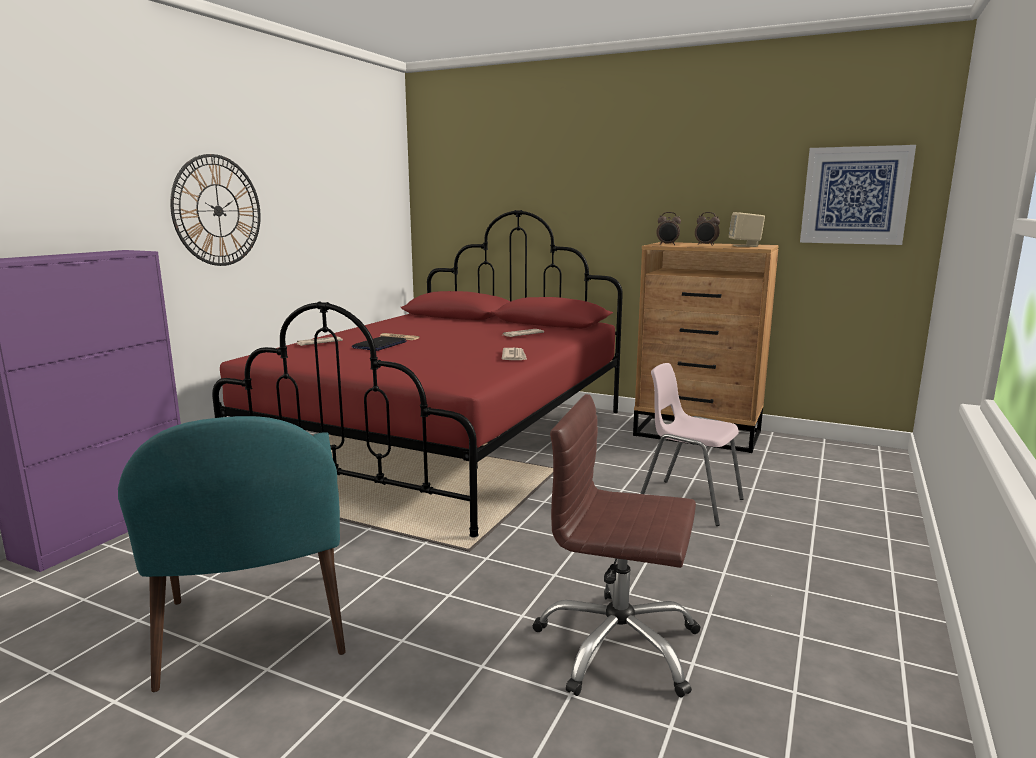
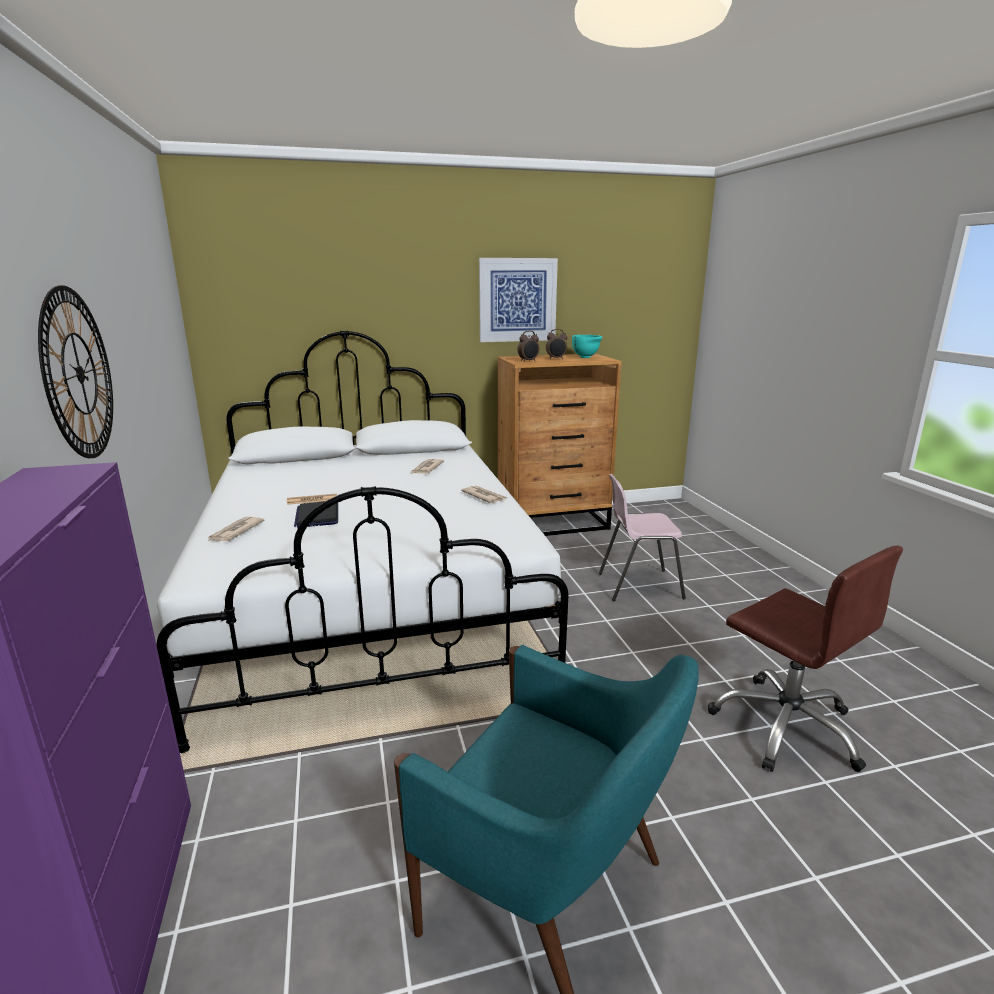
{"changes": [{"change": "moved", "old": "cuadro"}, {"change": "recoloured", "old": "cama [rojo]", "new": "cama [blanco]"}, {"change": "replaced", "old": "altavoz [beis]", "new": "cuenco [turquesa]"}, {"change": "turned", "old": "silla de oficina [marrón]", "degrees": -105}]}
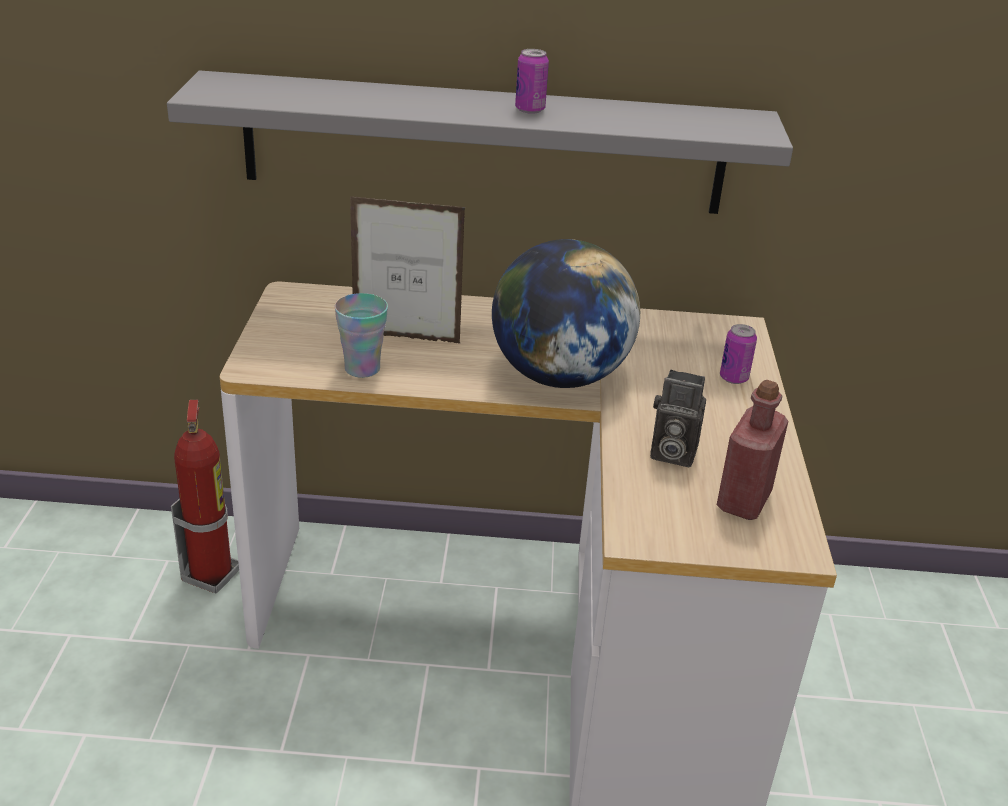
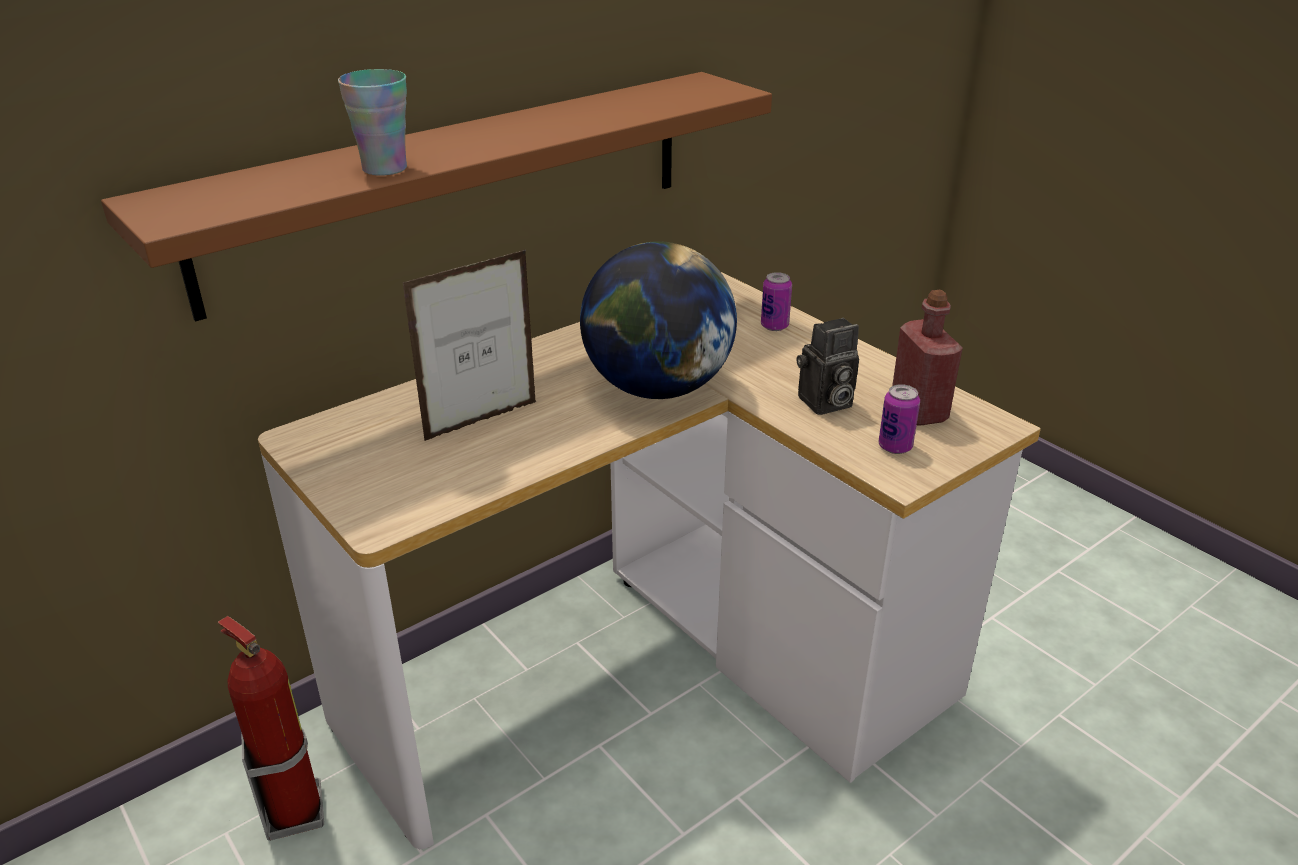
{"changes": [{"change": "moved", "old": "lata (1st from left in the first image)", "new": "lata (2nd from left)"}, {"change": "recoloured", "old": "estante [gris]", "new": "estante [marrón]"}, {"change": "moved", "old": "taza"}]}
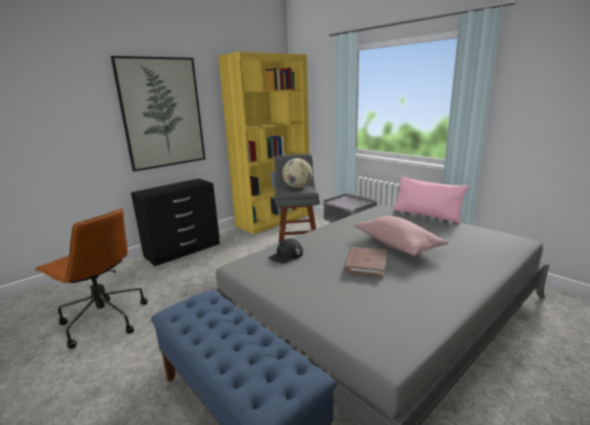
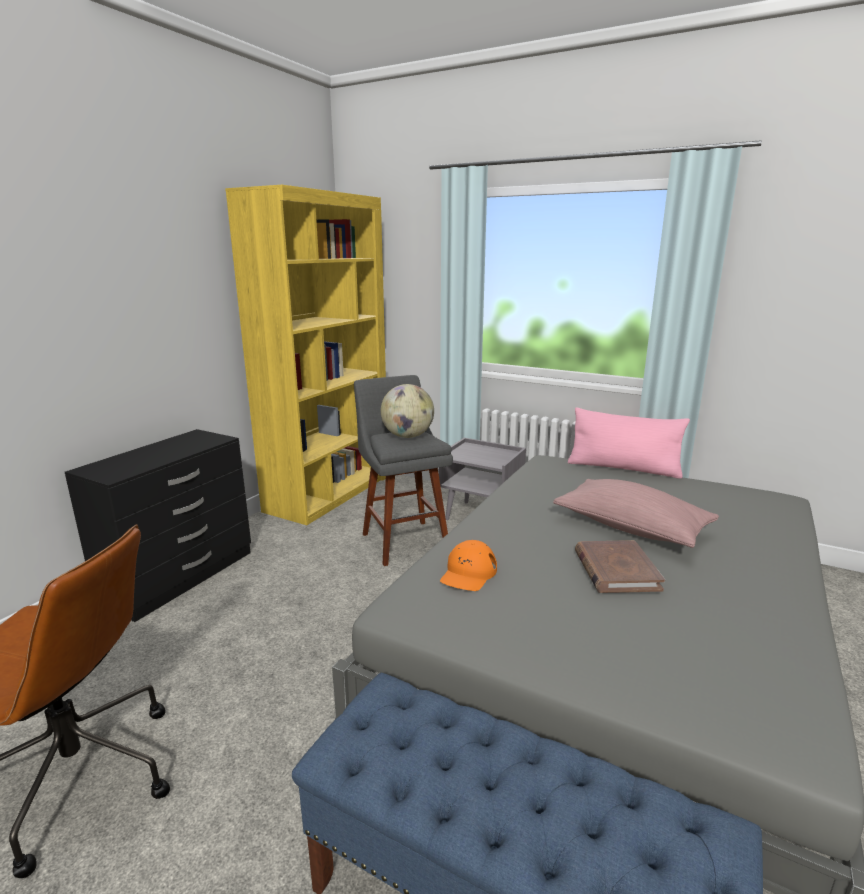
{"changes": [{"change": "removed", "old": "cuadro"}, {"change": "recoloured", "old": "gorra [negro]", "new": "gorra [naranja]"}]}
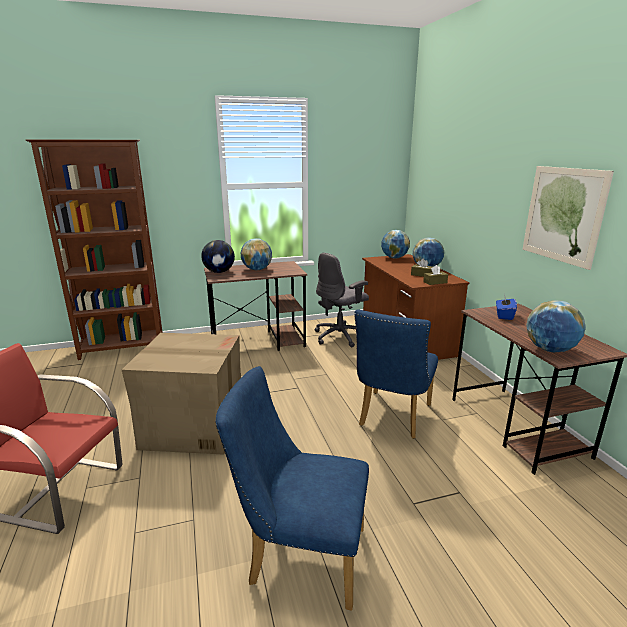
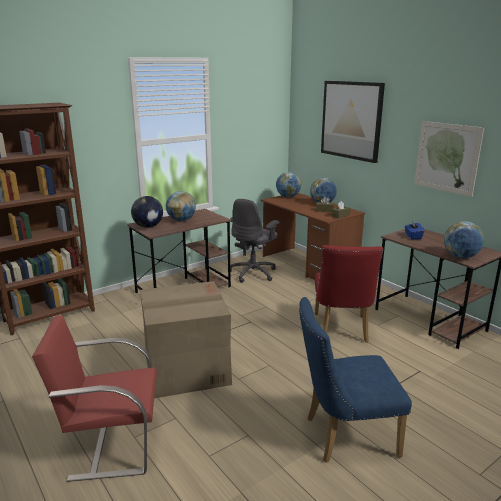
{"changes": [{"change": "recoloured", "old": "silla [azul] (2nd from left)", "new": "silla [rojo] (2nd from left)"}, {"change": "added", "new": "cuadro (1st from left)"}]}
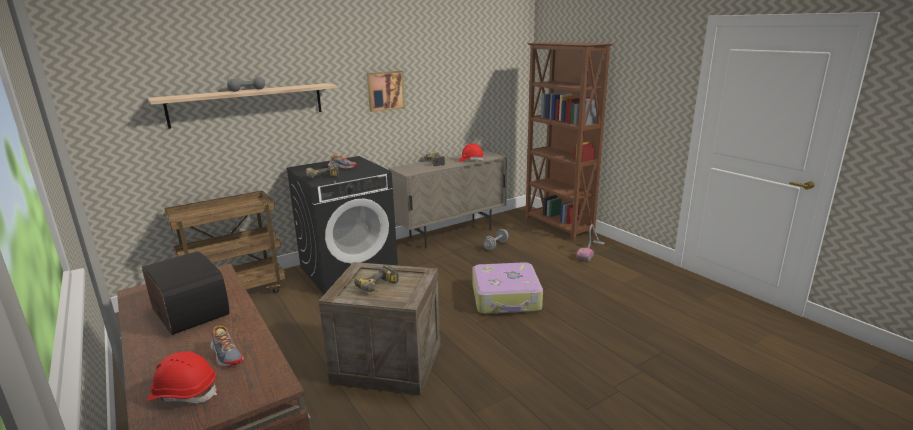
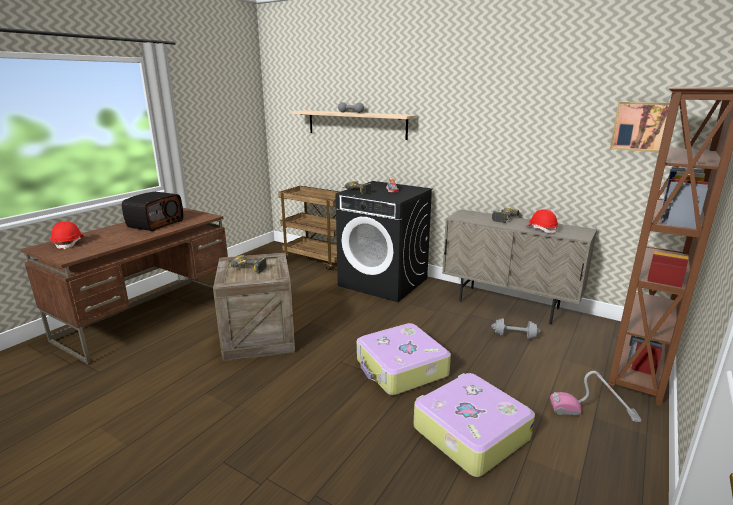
{"changes": [{"change": "moved", "old": "cuadro"}, {"change": "removed", "old": "zapato (1st from left)"}, {"change": "added", "new": "maleta (2nd from left)"}]}
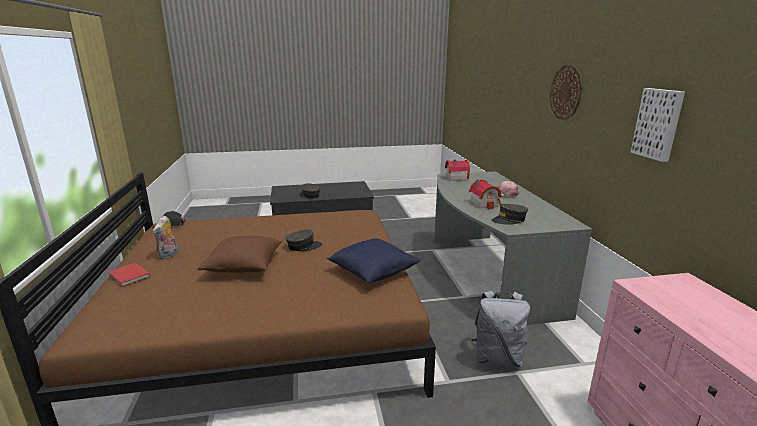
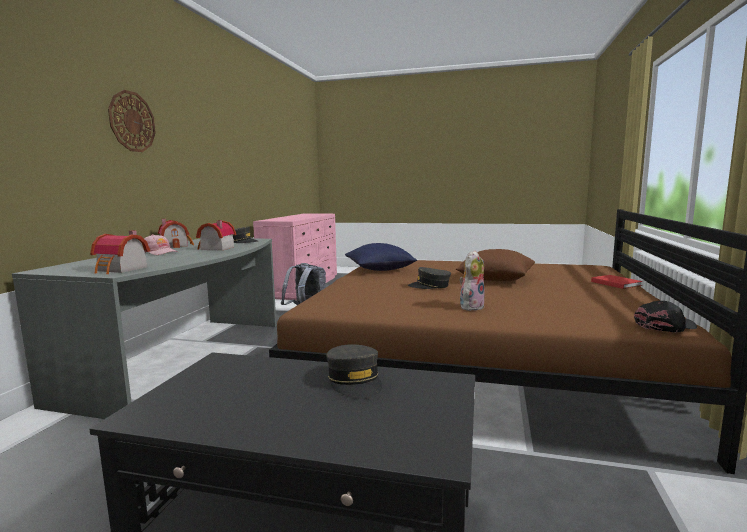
{"changes": [{"change": "removed", "old": "cuadro"}, {"change": "moved", "old": "peluche"}, {"change": "added", "new": "casita (2nd from left)"}]}
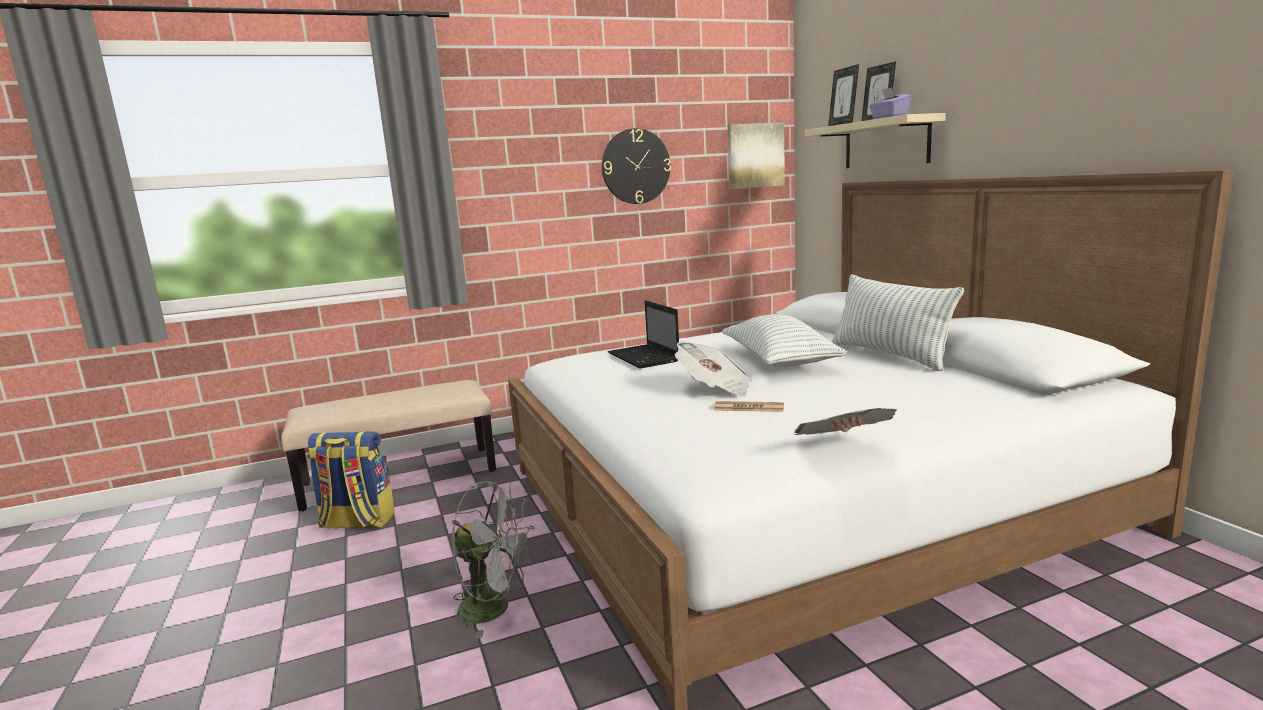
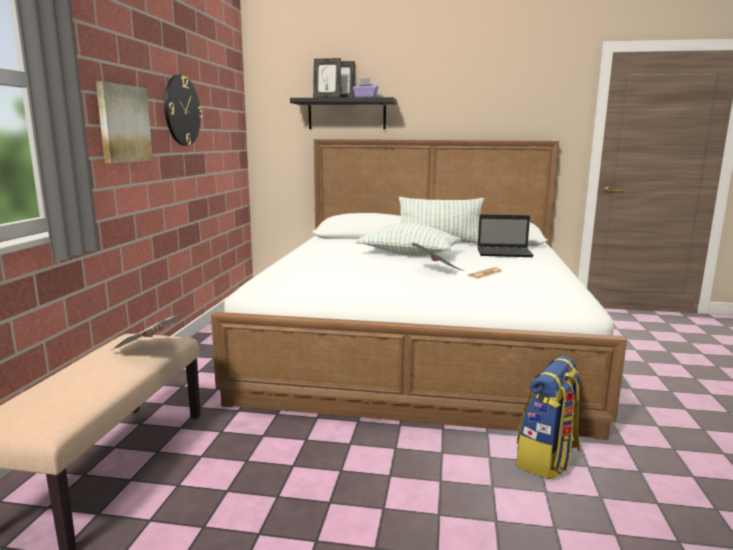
{"changes": [{"change": "recoloured", "old": "estante [beis]", "new": "estante [negro]"}, {"change": "moved", "old": "cuadro"}, {"change": "moved", "old": "portátil"}, {"change": "moved", "old": "periódico (3rd from left in the first image)", "new": "periódico (1st from left)"}, {"change": "moved", "old": "mochila"}, {"change": "removed", "old": "ventilador [gris]"}]}
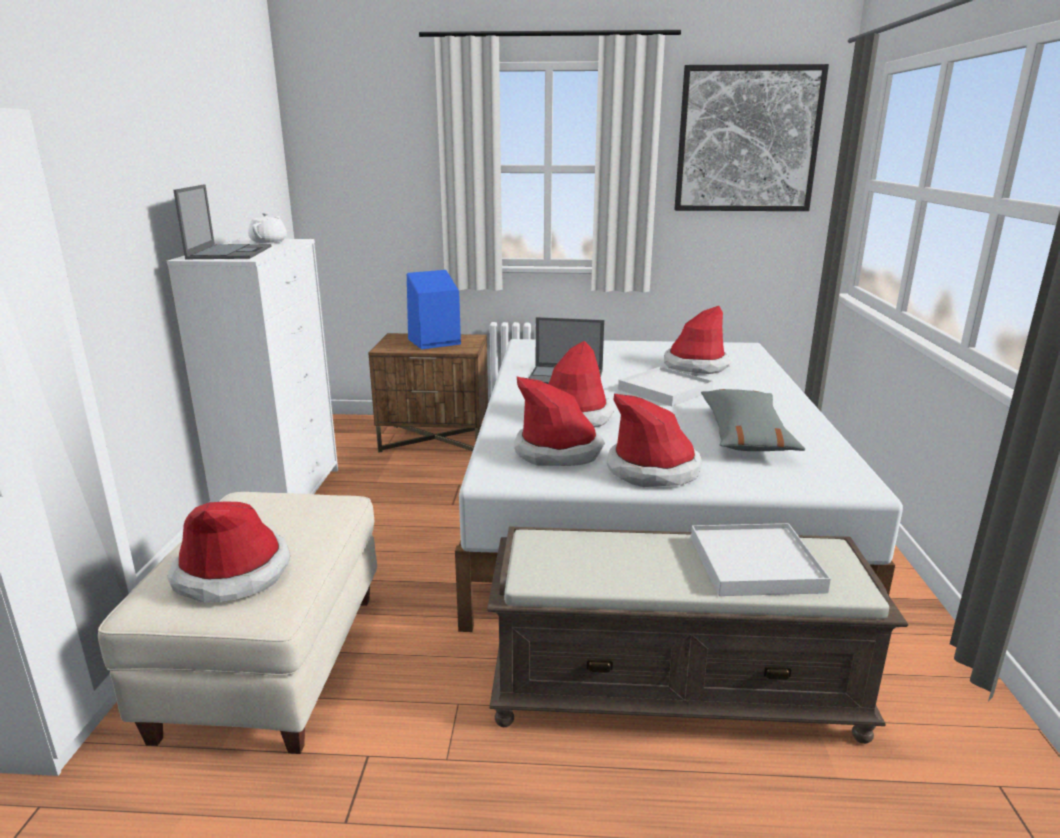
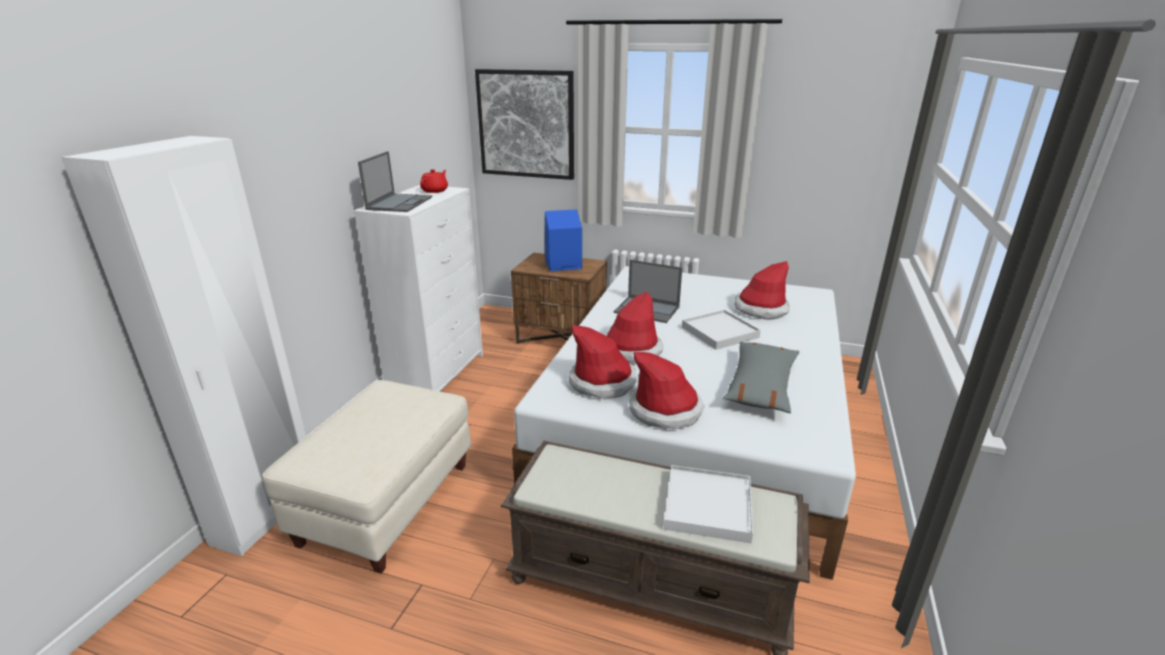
{"changes": [{"change": "moved", "old": "cuadro"}, {"change": "recoloured", "old": "tetera [blanco]", "new": "tetera [rojo]"}, {"change": "removed", "old": "sombrero (1st from left)"}]}
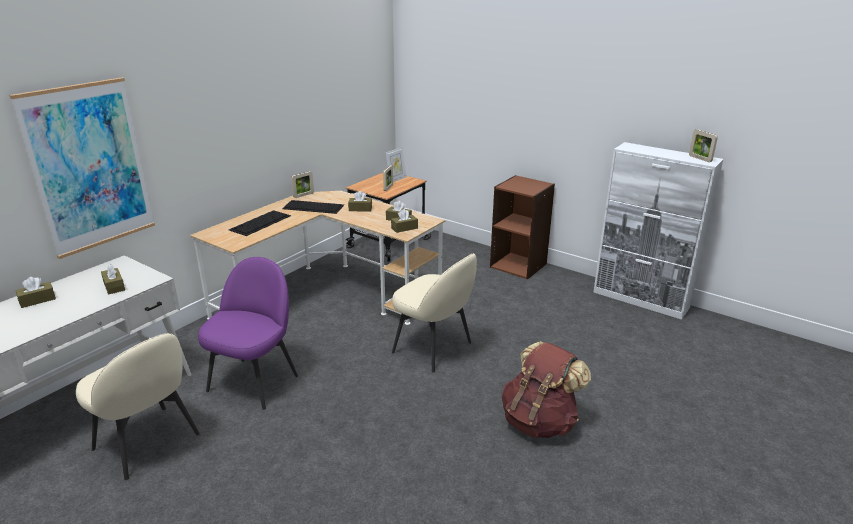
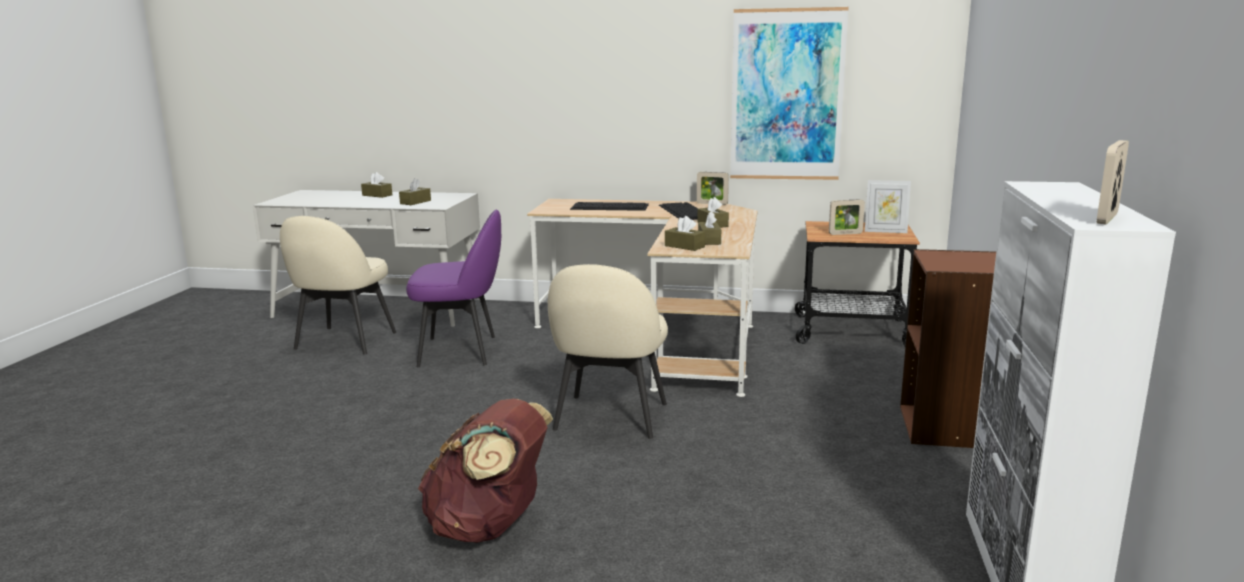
{"changes": [{"change": "moved", "old": "cuadro"}]}
